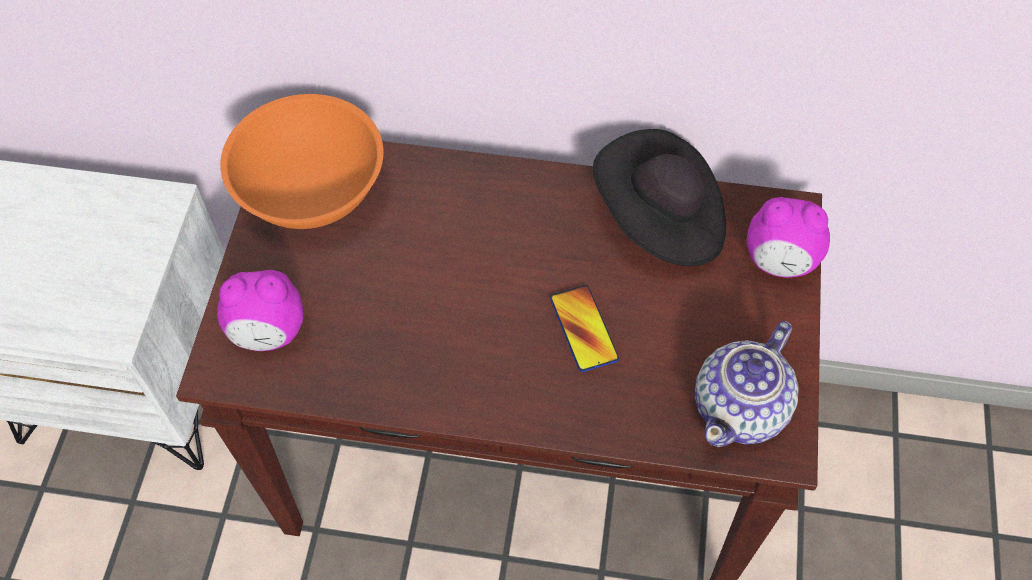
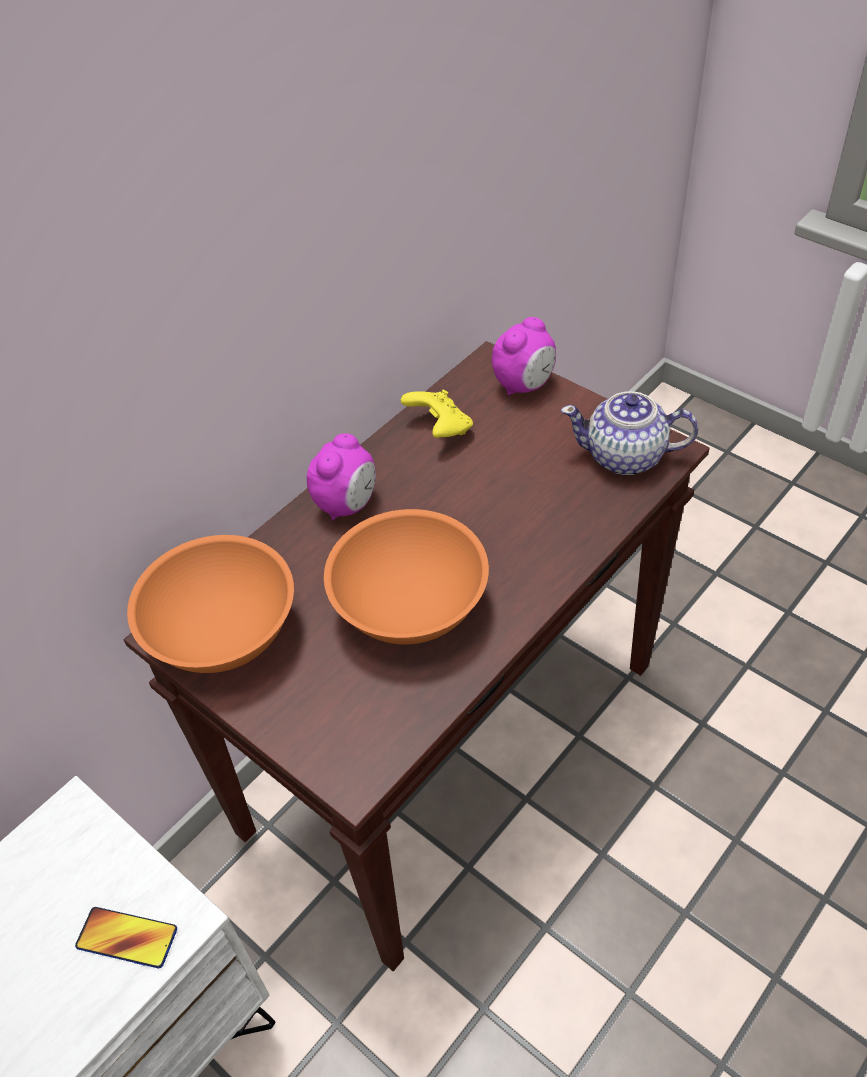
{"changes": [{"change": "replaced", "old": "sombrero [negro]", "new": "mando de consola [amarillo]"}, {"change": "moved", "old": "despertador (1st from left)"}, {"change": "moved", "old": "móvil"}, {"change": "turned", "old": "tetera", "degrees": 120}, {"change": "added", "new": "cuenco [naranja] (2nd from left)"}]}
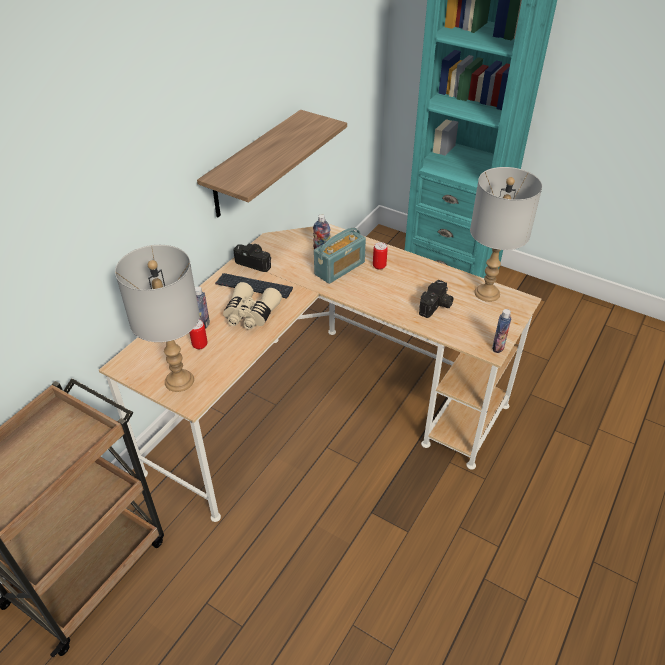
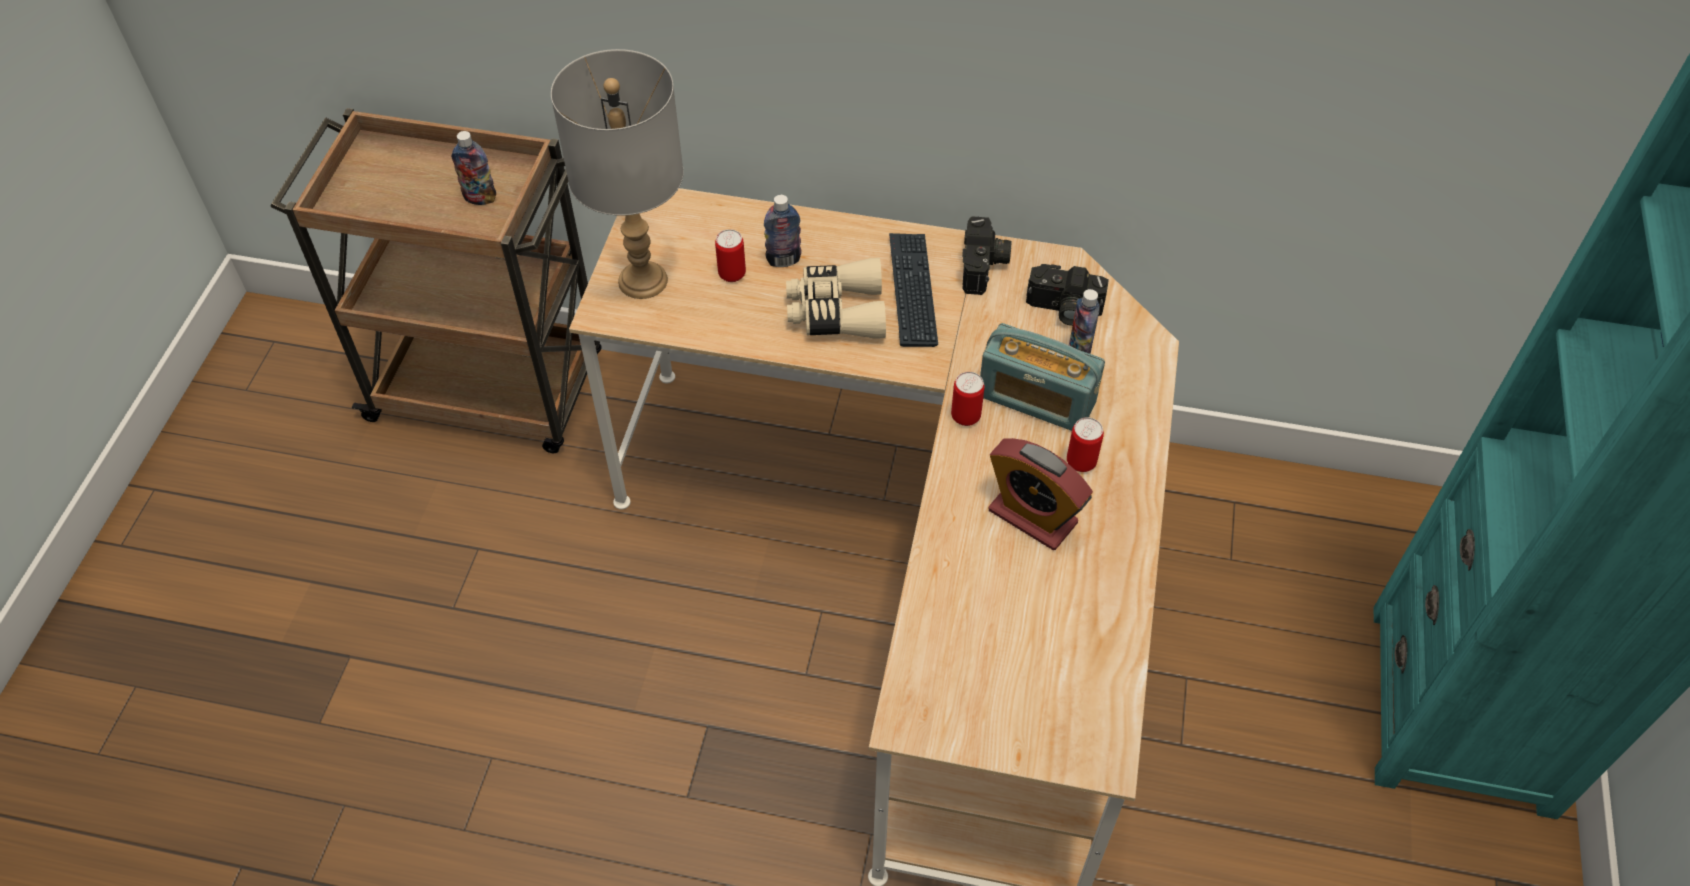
{"changes": [{"change": "removed", "old": "estante"}, {"change": "removed", "old": "lámpara de mesa [gris] (2nd from left)"}, {"change": "moved", "old": "cámara (2nd from left)"}, {"change": "moved", "old": "botella (3rd from left in the first image)", "new": "botella (1st from left)"}, {"change": "added", "new": "lata (2nd from left)"}, {"change": "added", "new": "despertador"}]}
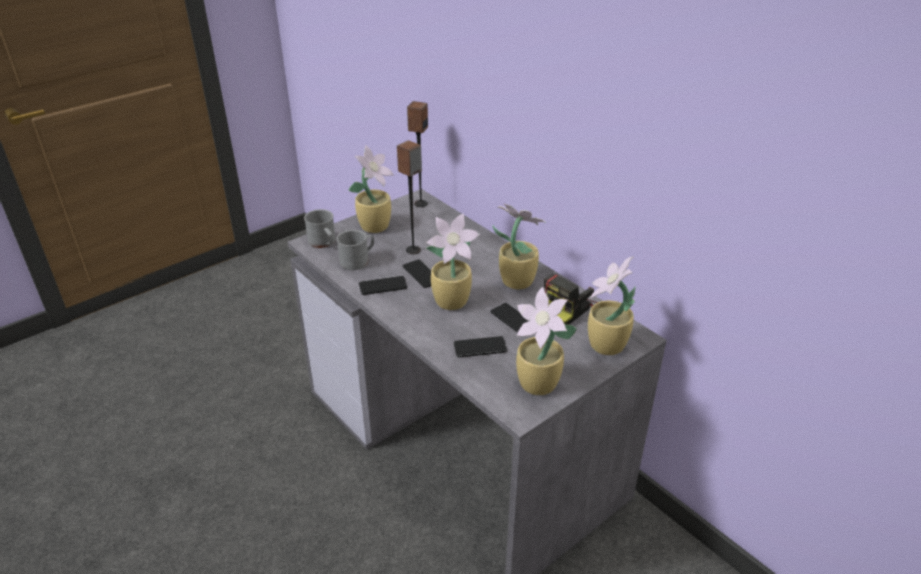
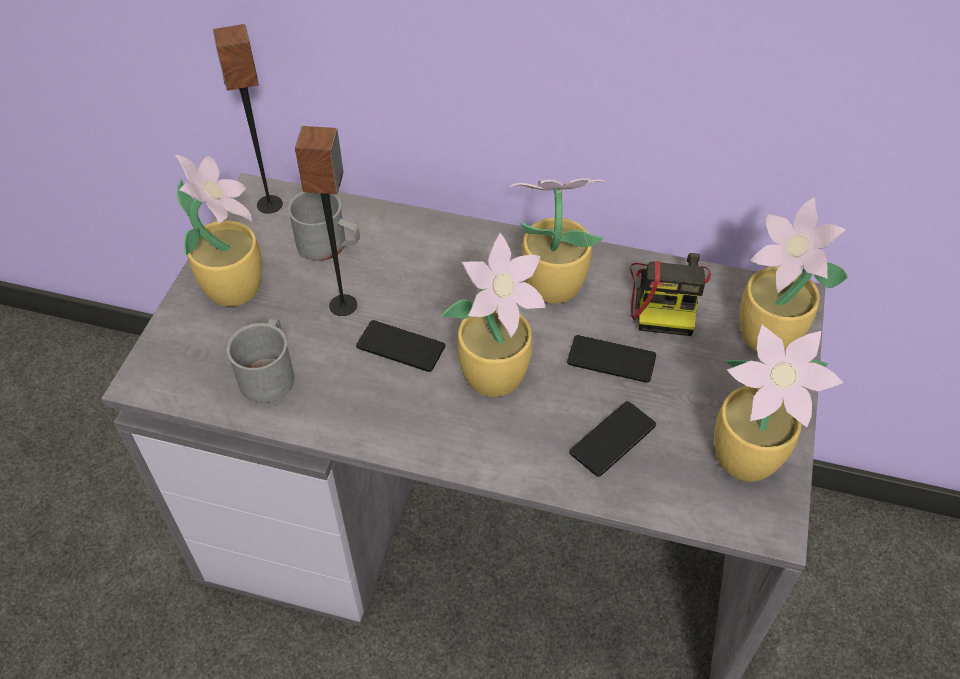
{"changes": [{"change": "moved", "old": "taza grande [gris] (1st from left in the first image)", "new": "taza grande [gris] (2nd from left)"}, {"change": "removed", "old": "móvil (1st from left)"}]}
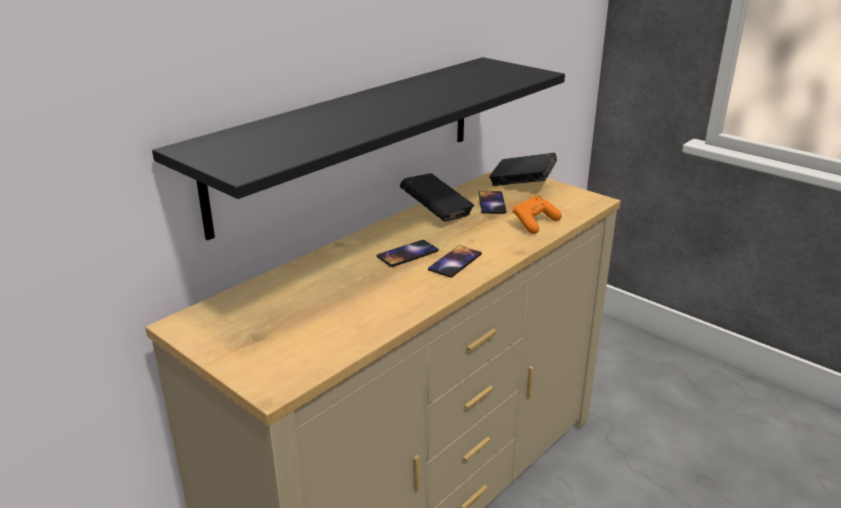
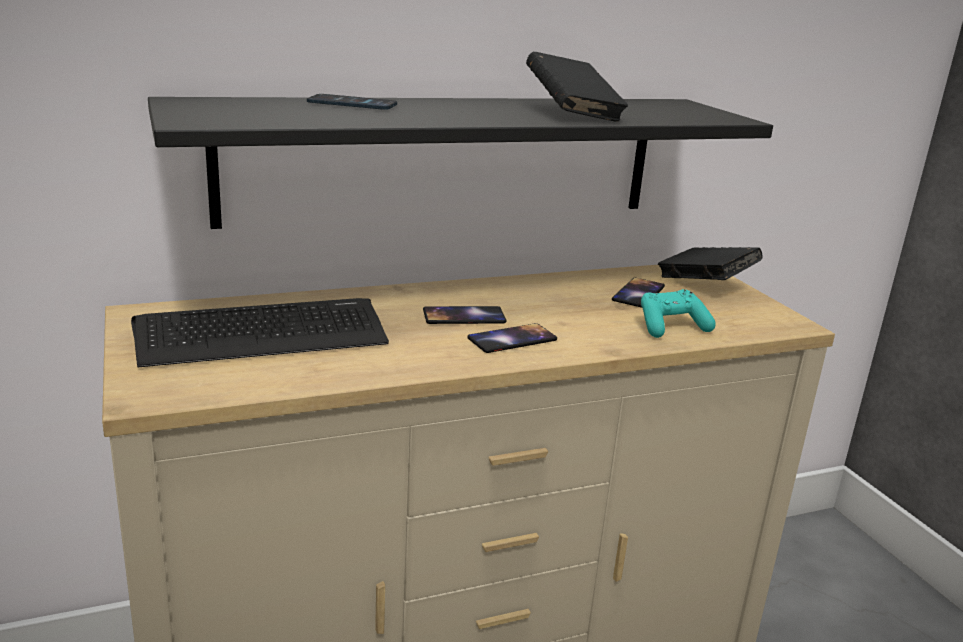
{"changes": [{"change": "moved", "old": "libro [negro] (1st from left)"}, {"change": "recoloured", "old": "mando de consola [naranja]", "new": "mando de consola [turquesa]"}, {"change": "added", "new": "móvil (1st from left)"}, {"change": "added", "new": "teclado"}]}
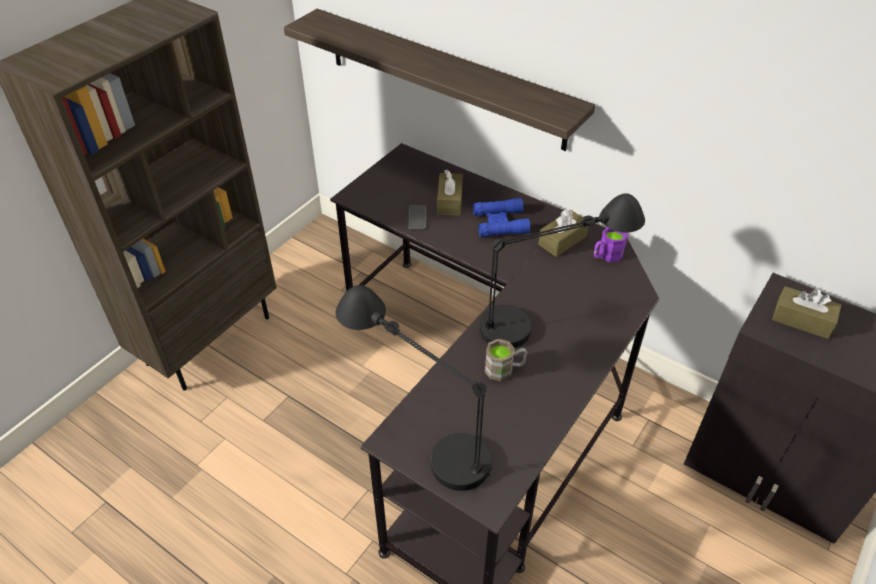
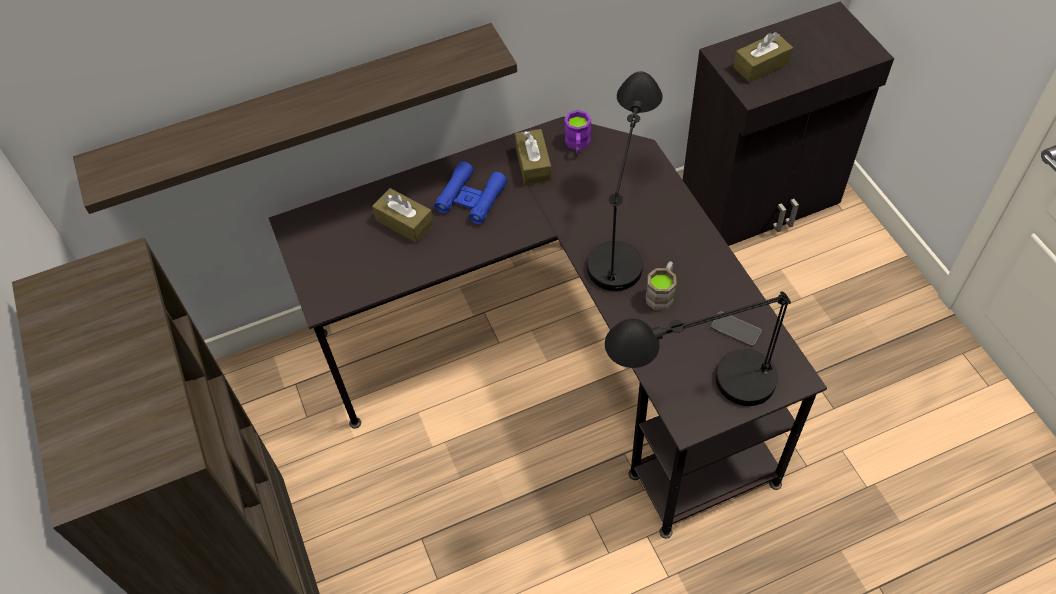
{"changes": [{"change": "moved", "old": "móvil"}]}
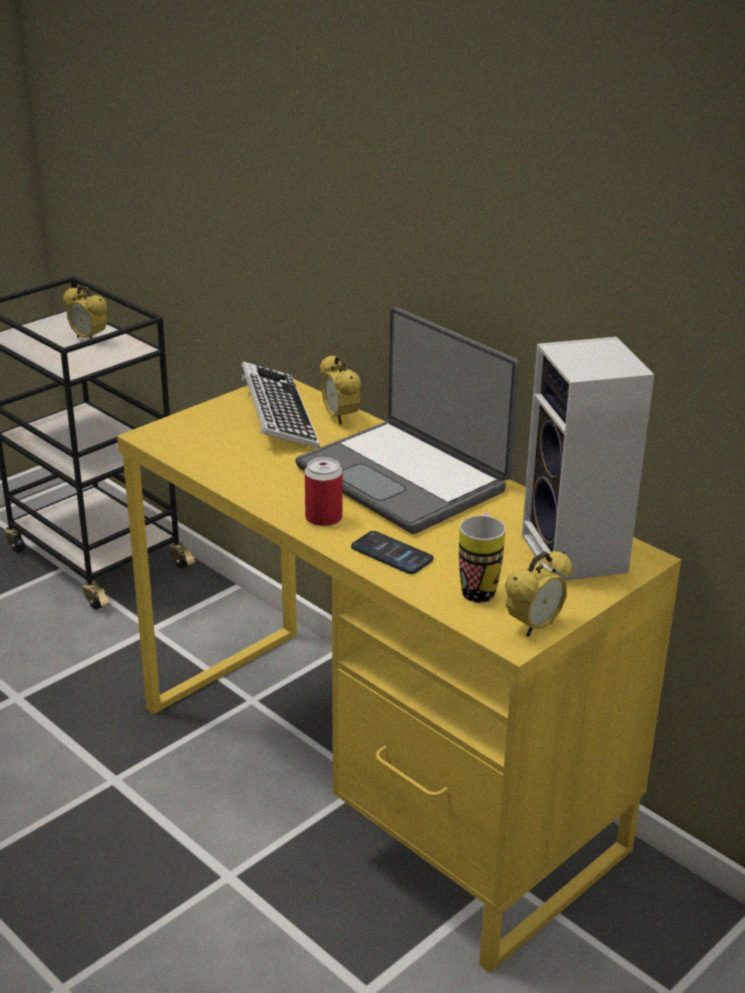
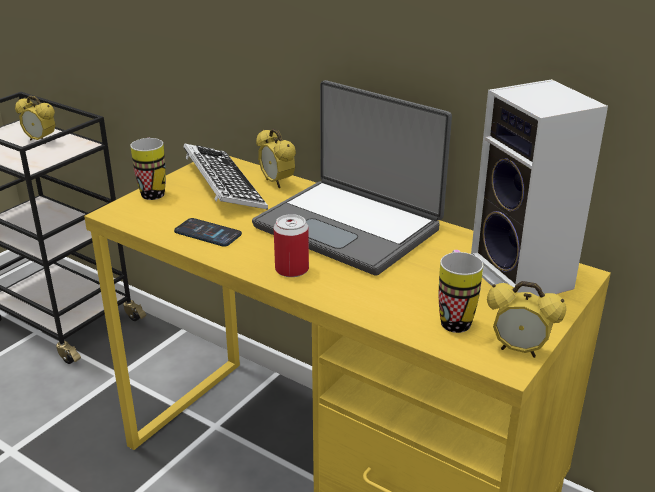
{"changes": [{"change": "moved", "old": "móvil"}, {"change": "turned", "old": "despertador (3rd from left)", "degrees": 75}, {"change": "added", "new": "taza grande (1st from left)"}]}
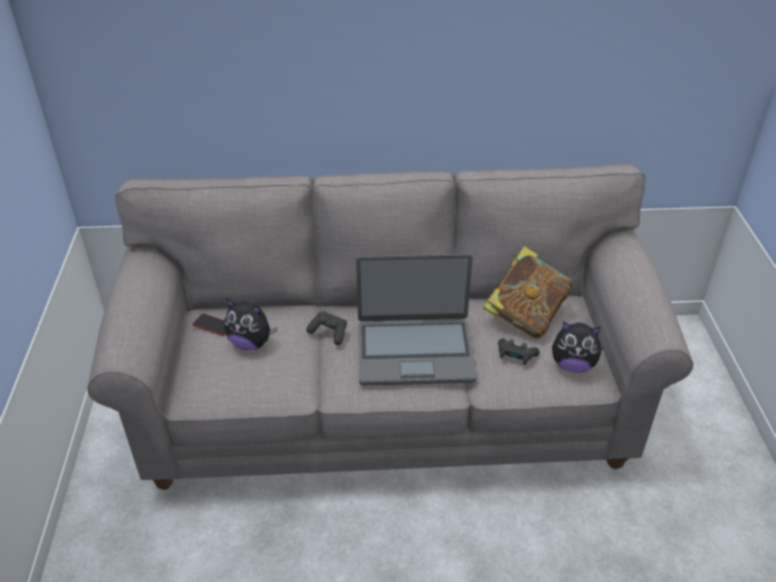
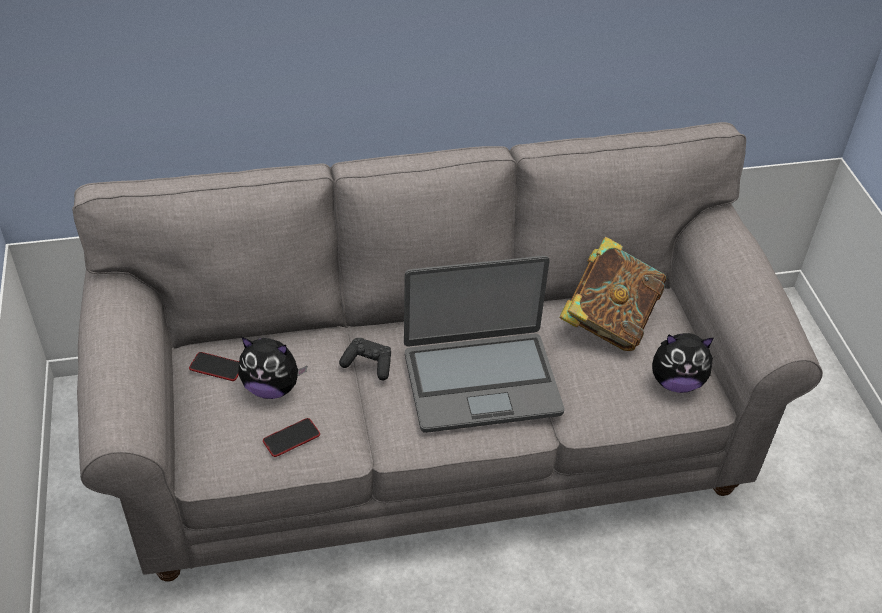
{"changes": [{"change": "removed", "old": "mando de consola [negro] (2nd from left)"}, {"change": "added", "new": "móvil (2nd from left)"}]}
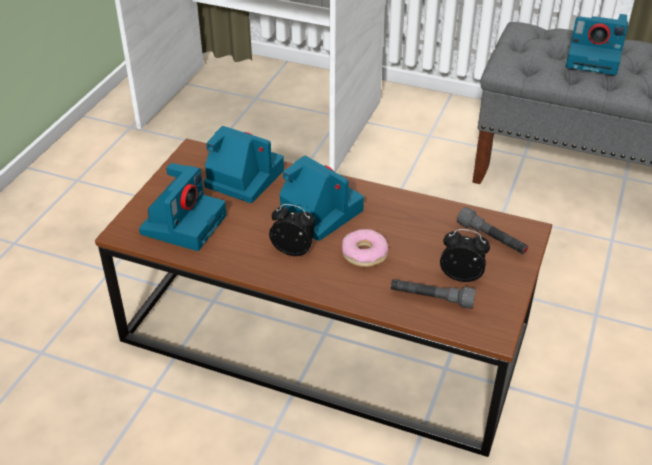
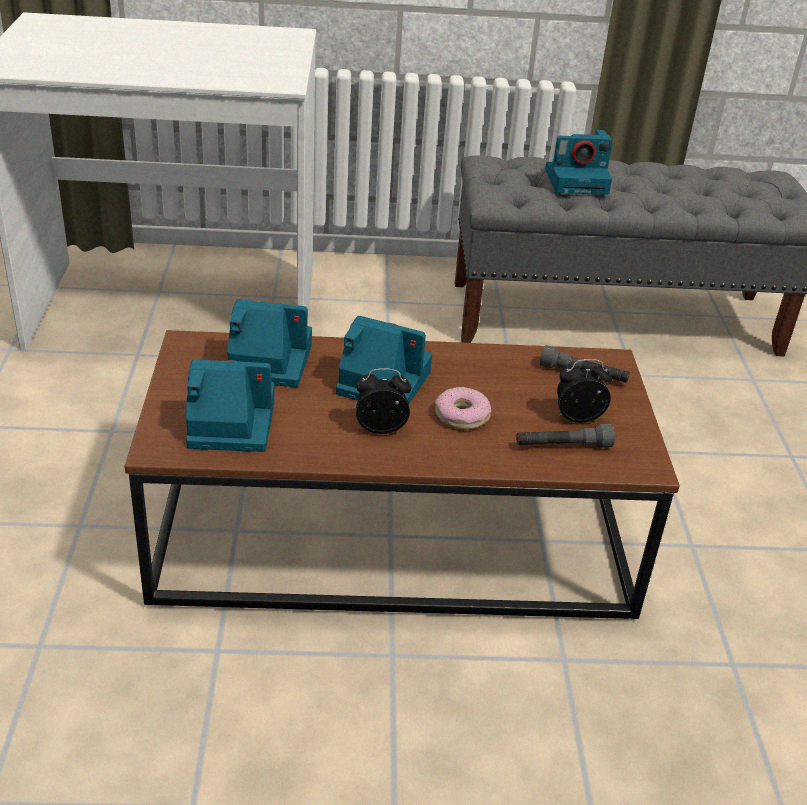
{"changes": [{"change": "turned", "old": "cámara (1st from left)", "degrees": -90}]}
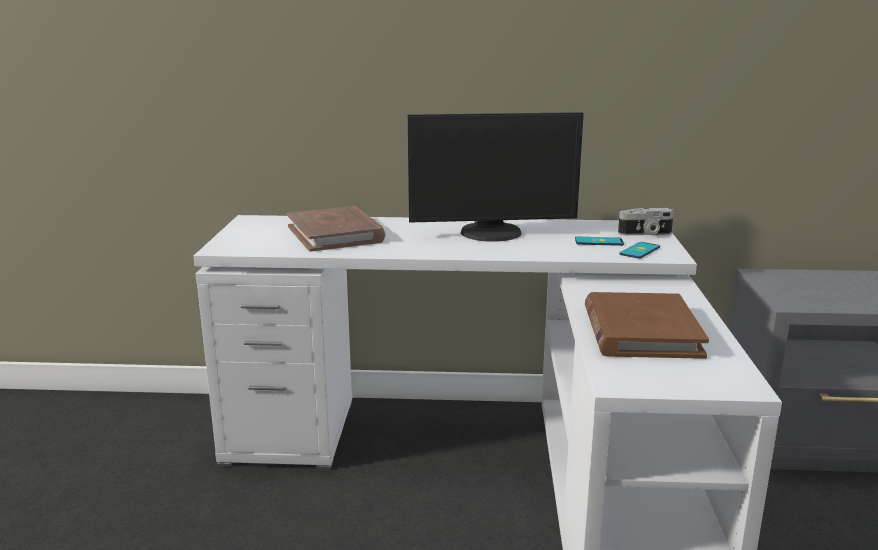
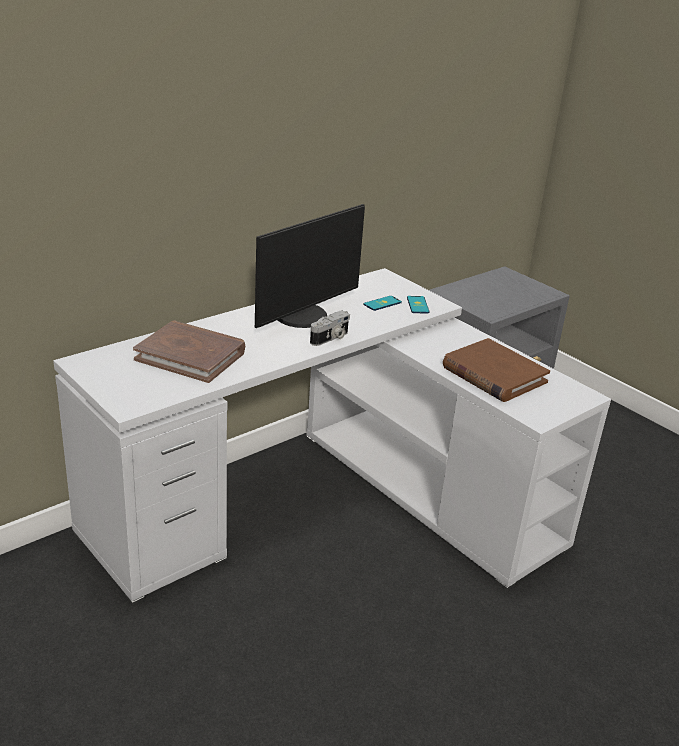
{"changes": [{"change": "moved", "old": "cámara"}]}
